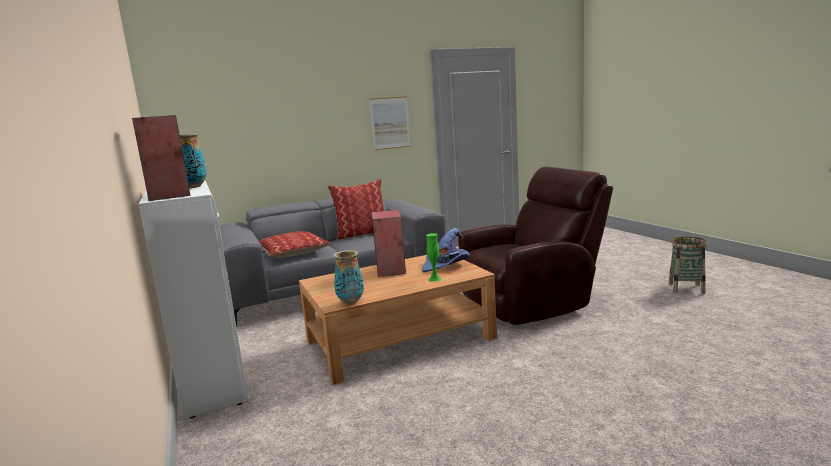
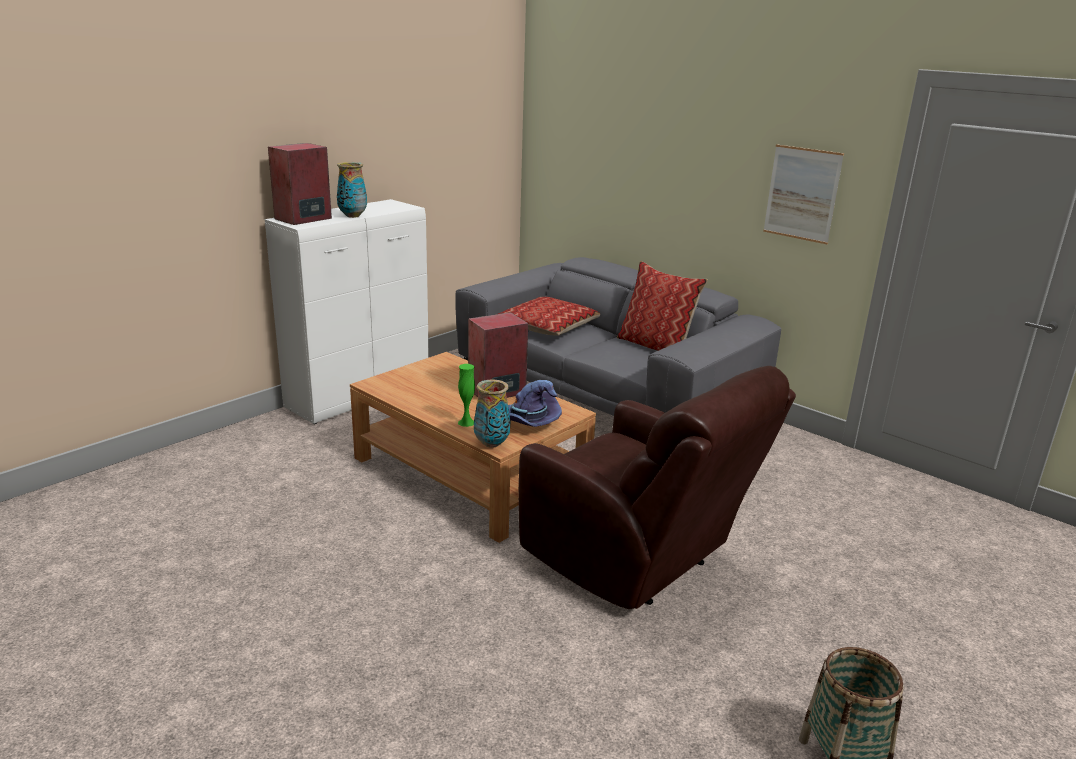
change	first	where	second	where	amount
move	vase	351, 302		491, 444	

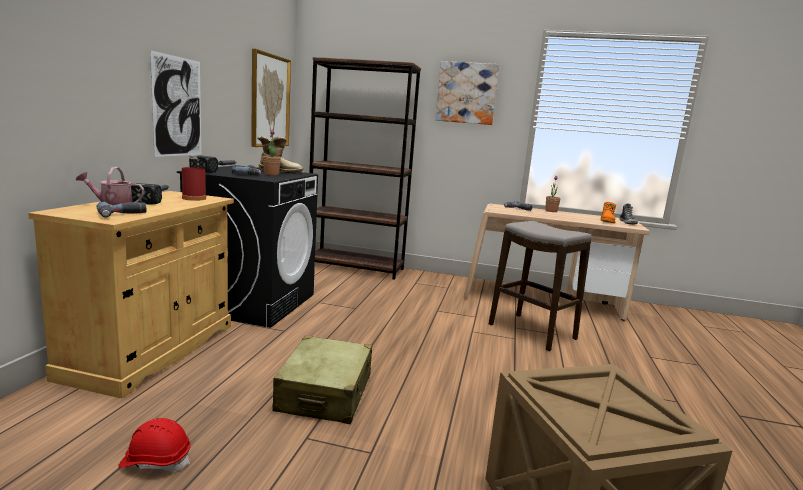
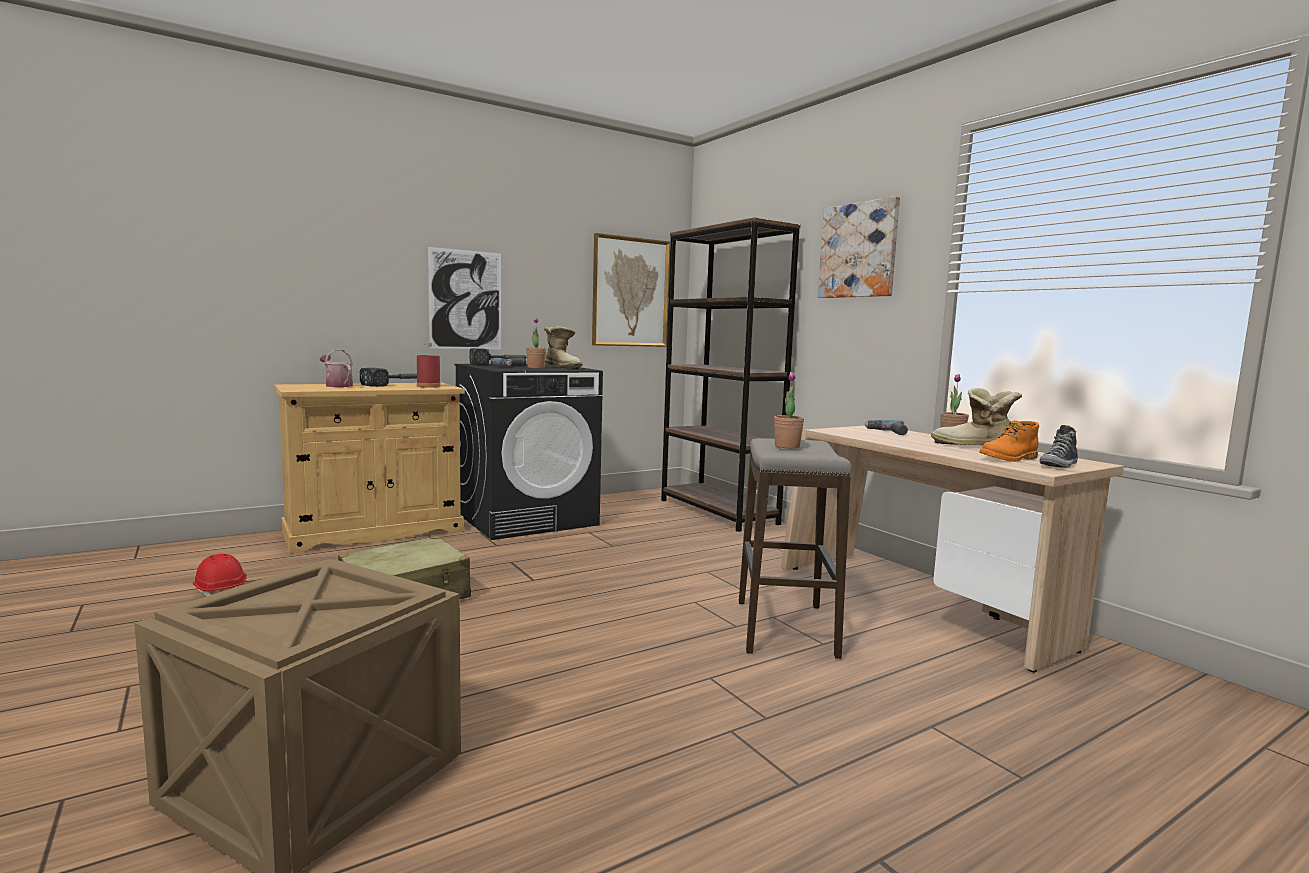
change	first	where	second	where	amount
delete	power drill	122, 215			
insert			potted plant	787, 446	
insert			boot	973, 446	

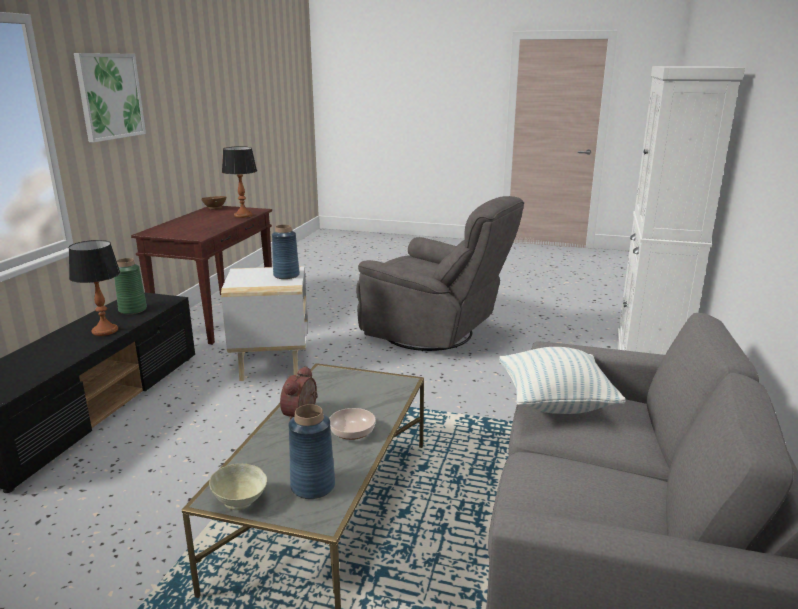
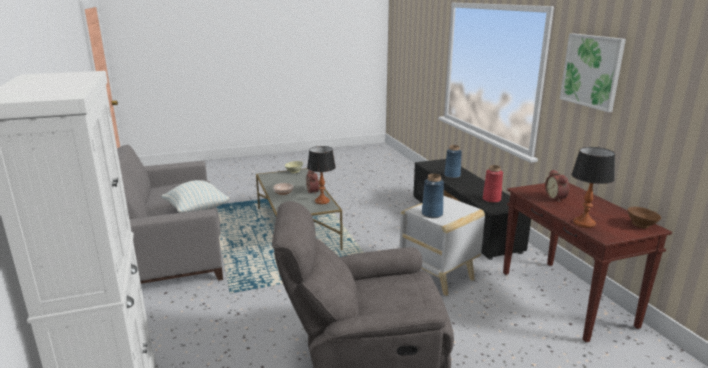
change	first	where	second	where	amount
insert			alarm clock	556, 198	
move	table lamp	104, 331		322, 201	
move	vase in blue	313, 486		452, 176	
recolor	vase in green	133, 310	vase in red	491, 199	

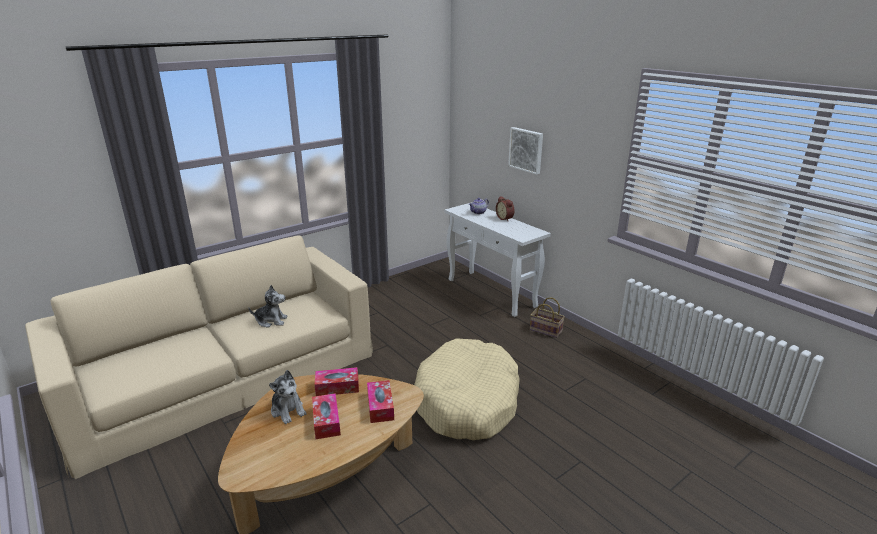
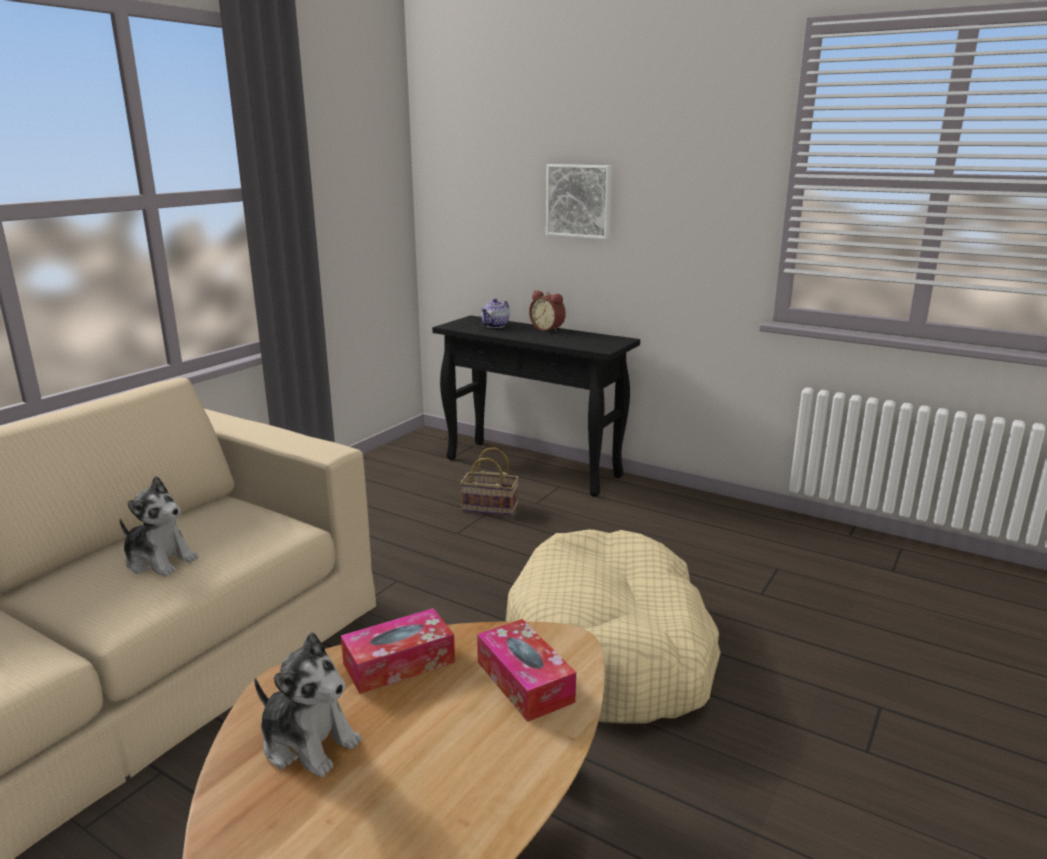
change	first	where	second	where	amount
delete	tissue box	326, 421			
move	basket	545, 330		488, 508	
recolor	console table in white	492, 293	console table in black	534, 467	
rotate	plush toy	271, 321		160, 560	45 degrees clockwise

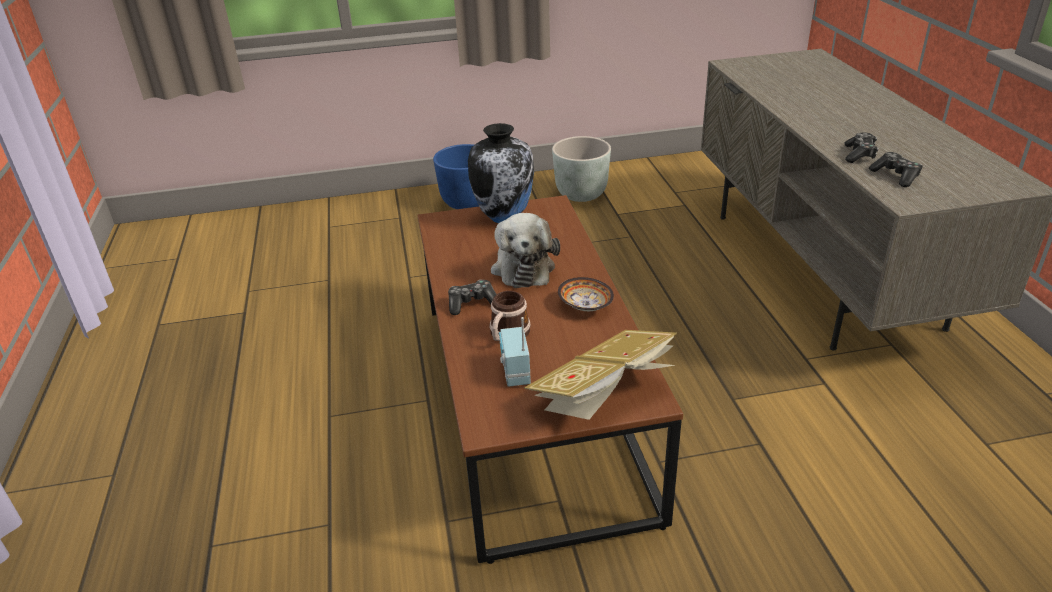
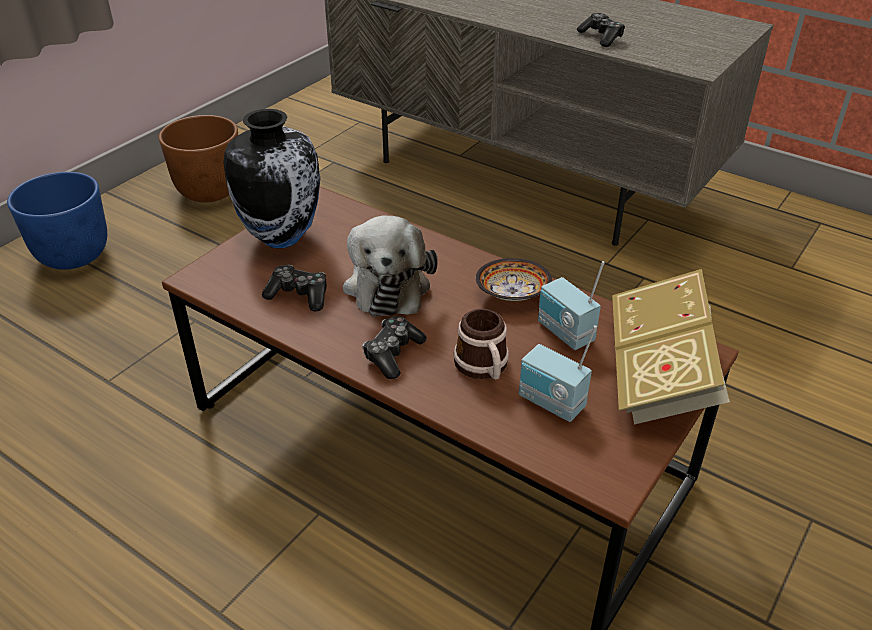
change	first	where	second	where	amount
insert			radio	564, 333	
move	game controller	896, 176		299, 295	
recolor	planter in grey	582, 195	planter in brown	211, 192	
rotate	plush toy	523, 267		387, 284	45 degrees clockwise

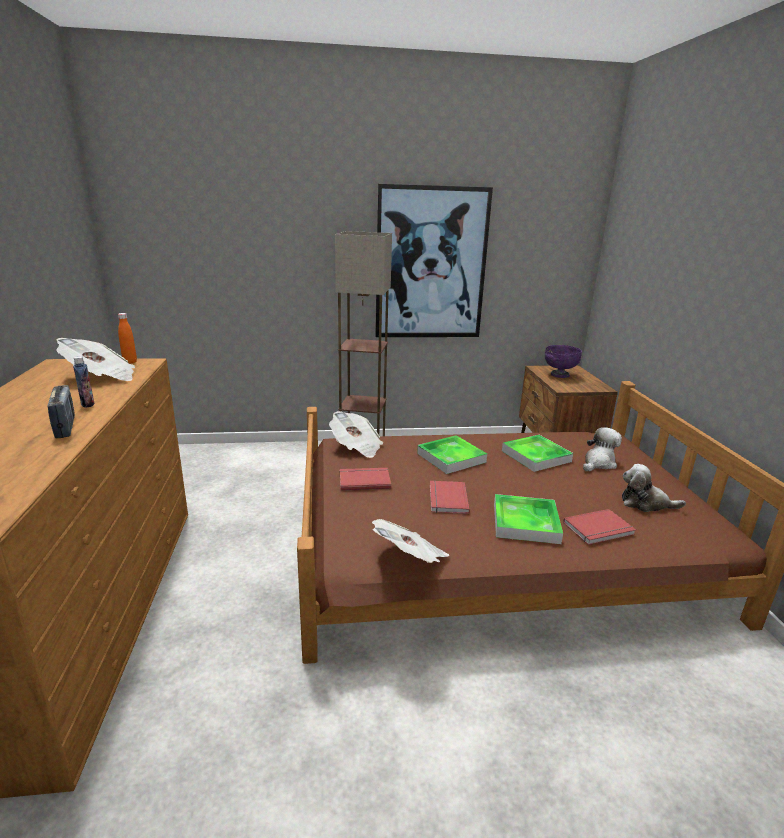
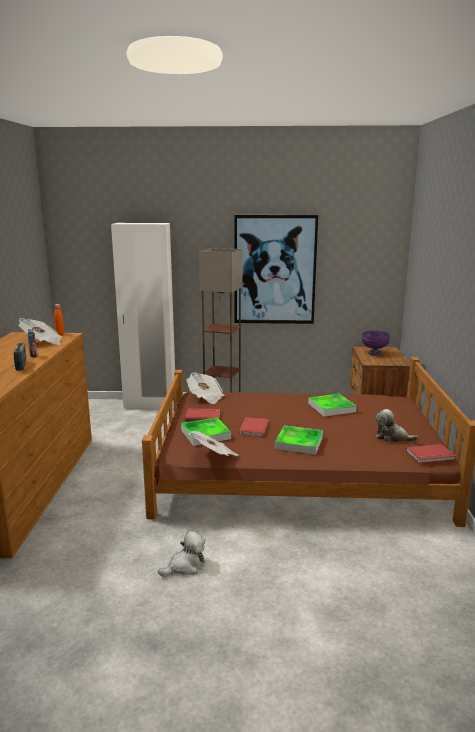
change	first	where	second	where	amount
insert			wardrobe in white	150, 405	
move	tray	451, 458		205, 434	
move	book in red	600, 529		431, 455	
move	plush toy	598, 463		185, 566	

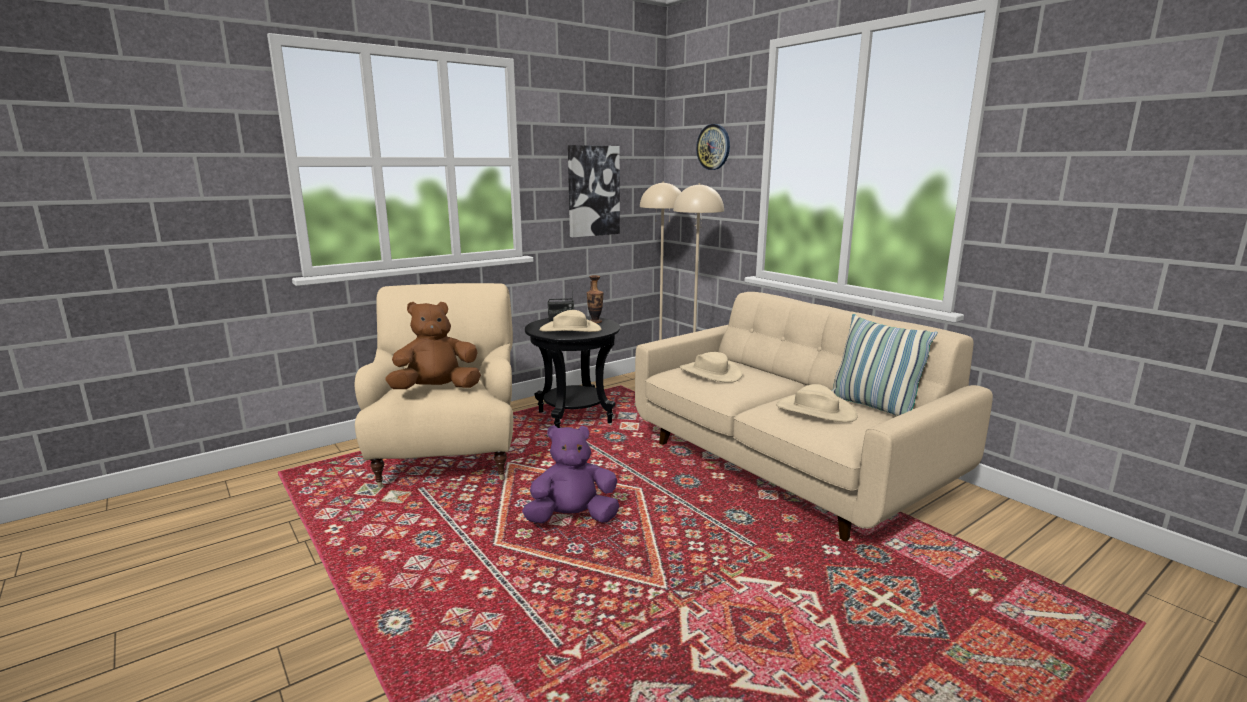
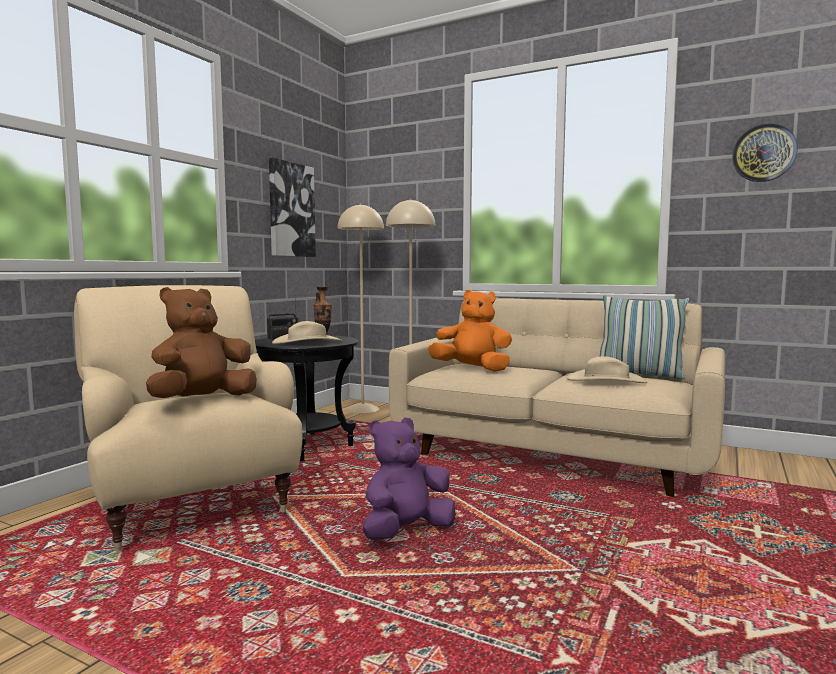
change	first	where	second	where	amount
move	wall clock	713, 147		764, 153	
replace	hat in beige	710, 373	plush toy in orange	472, 369	

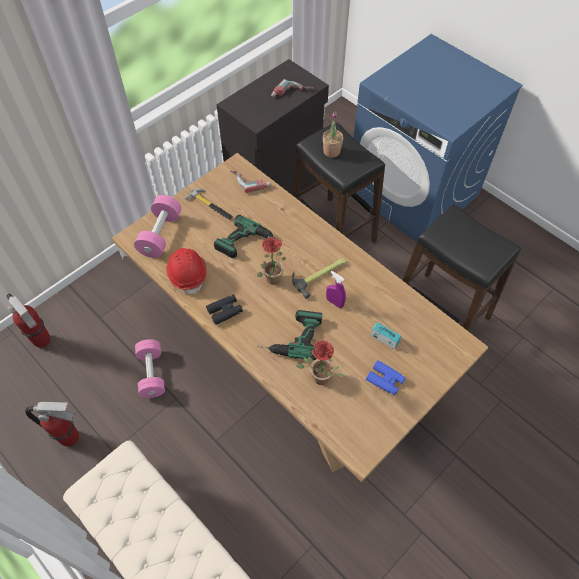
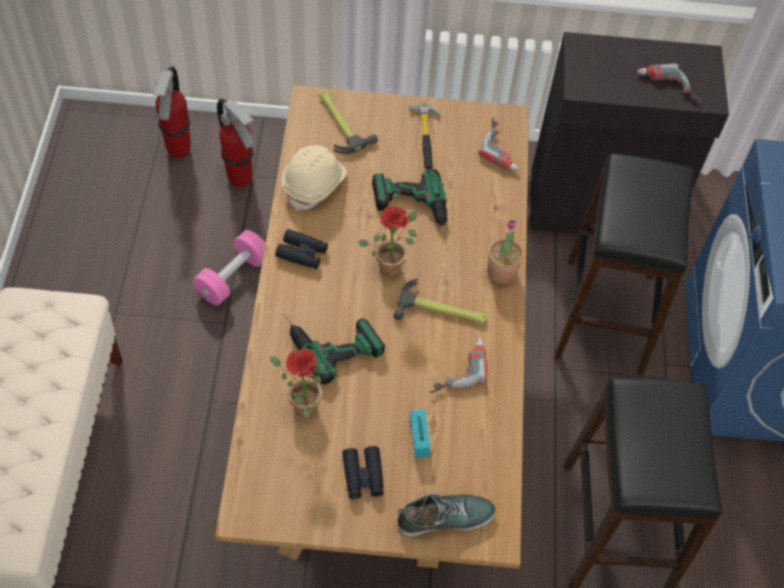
change	first	where	second	where	amount
delete	spray bottle in purple	334, 302			
insert			shoe	445, 517	
insert			power drill	456, 368	
move	fire extinguisher	71, 438		240, 179	
move	potted plant	331, 151		501, 272	
replace	dumbbell in pink	160, 234	hammer	340, 122	
recolor	hard hat in red	187, 274	hard hat in beige	315, 184	
recolor	binoculars in blue	385, 380	binoculars in black	363, 475	

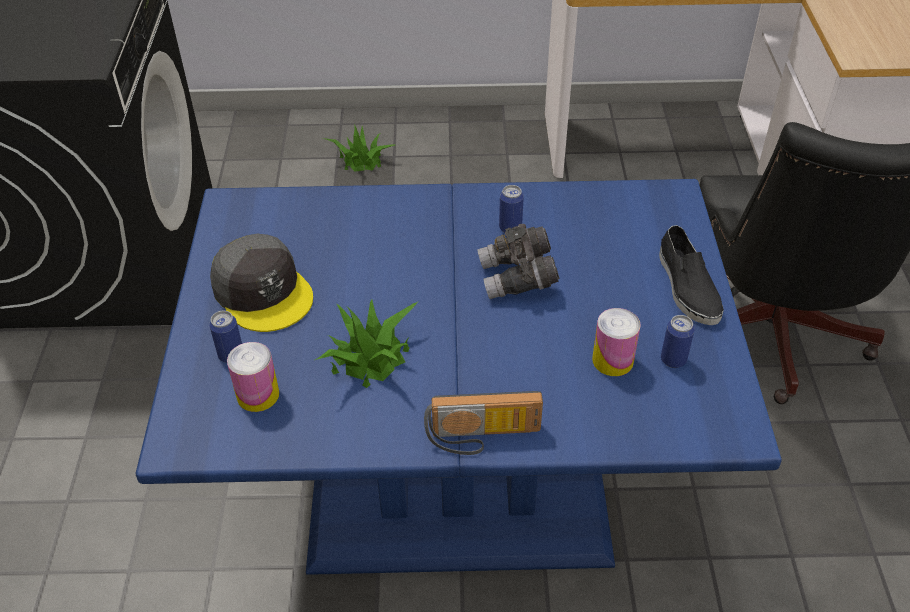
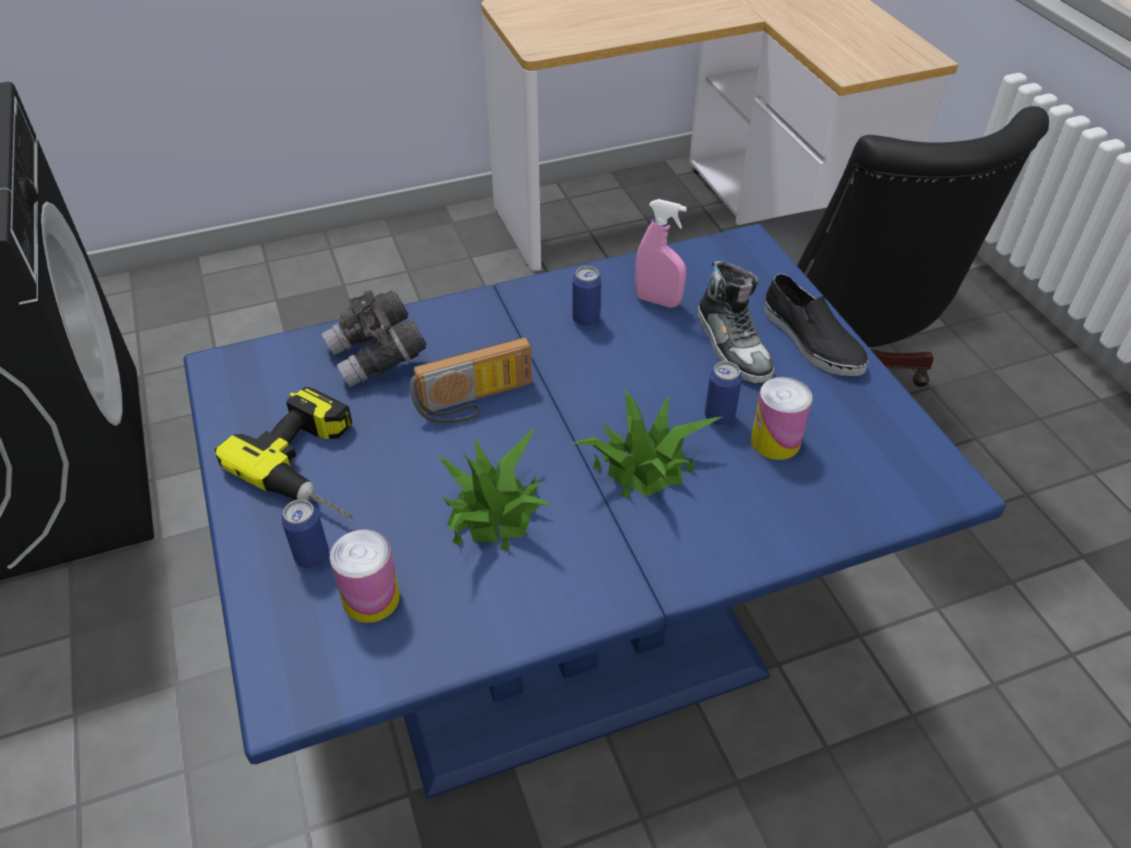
change	first	where	second	where	amount
insert			spray bottle in pink	658, 301	
insert			shoe	733, 345	
move	potted plant	361, 160		642, 463	
move	radio	483, 437		475, 402	
move	binoculars in grey	517, 278		378, 357	
move	can	673, 360		719, 416	
replace	cap in grey	263, 291	power drill	319, 465	

